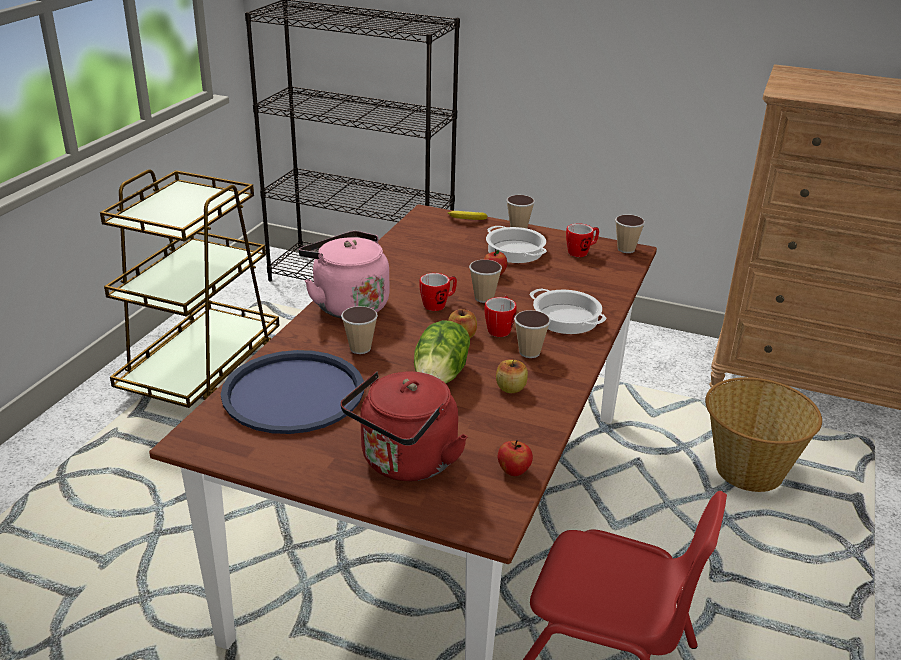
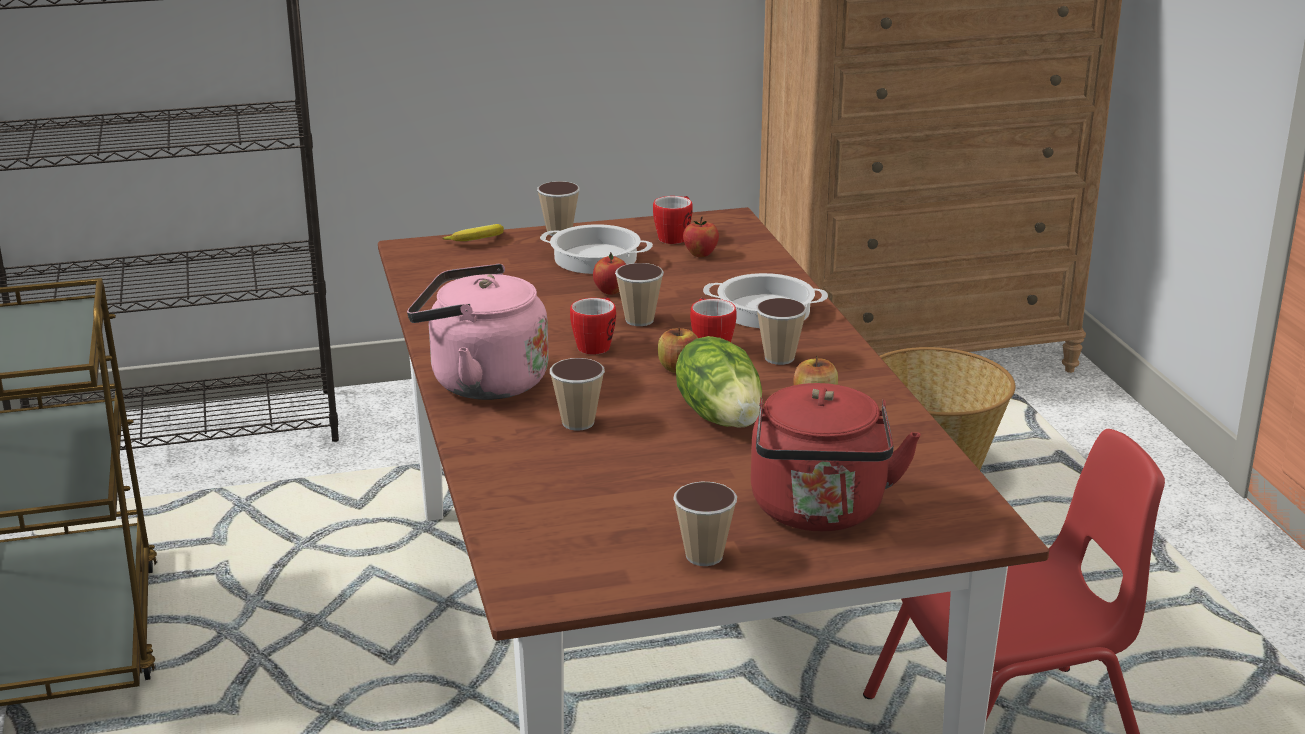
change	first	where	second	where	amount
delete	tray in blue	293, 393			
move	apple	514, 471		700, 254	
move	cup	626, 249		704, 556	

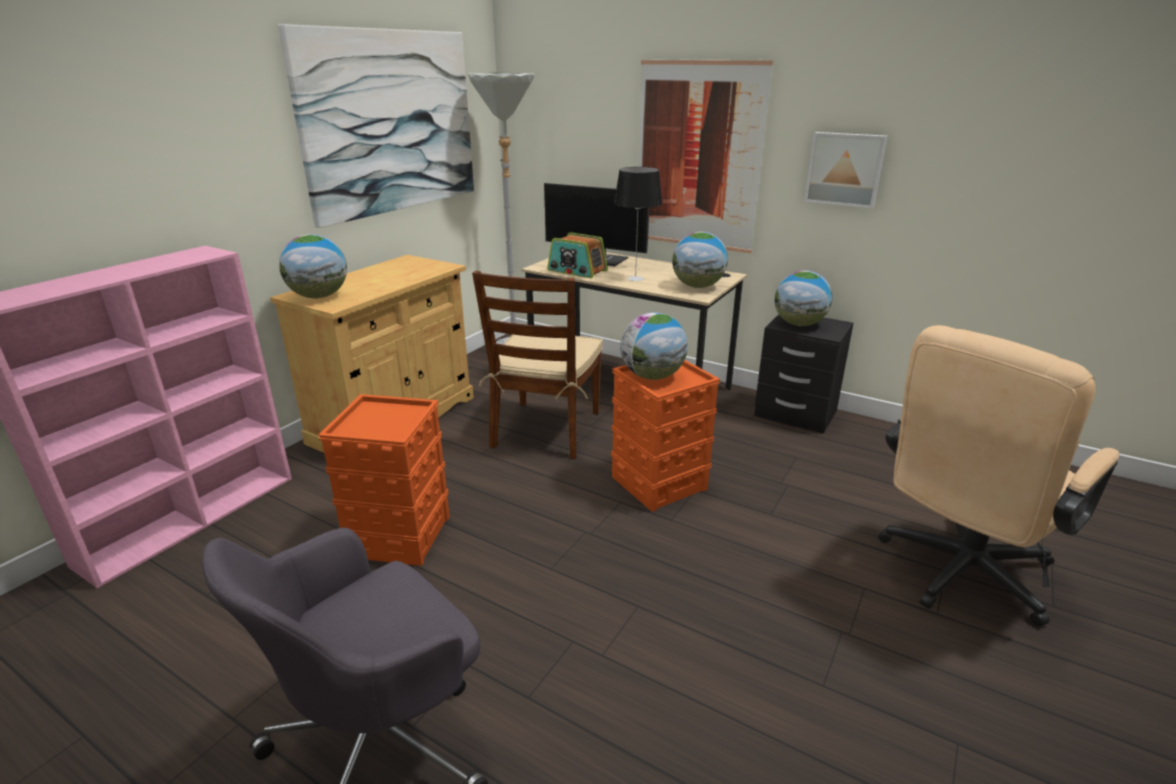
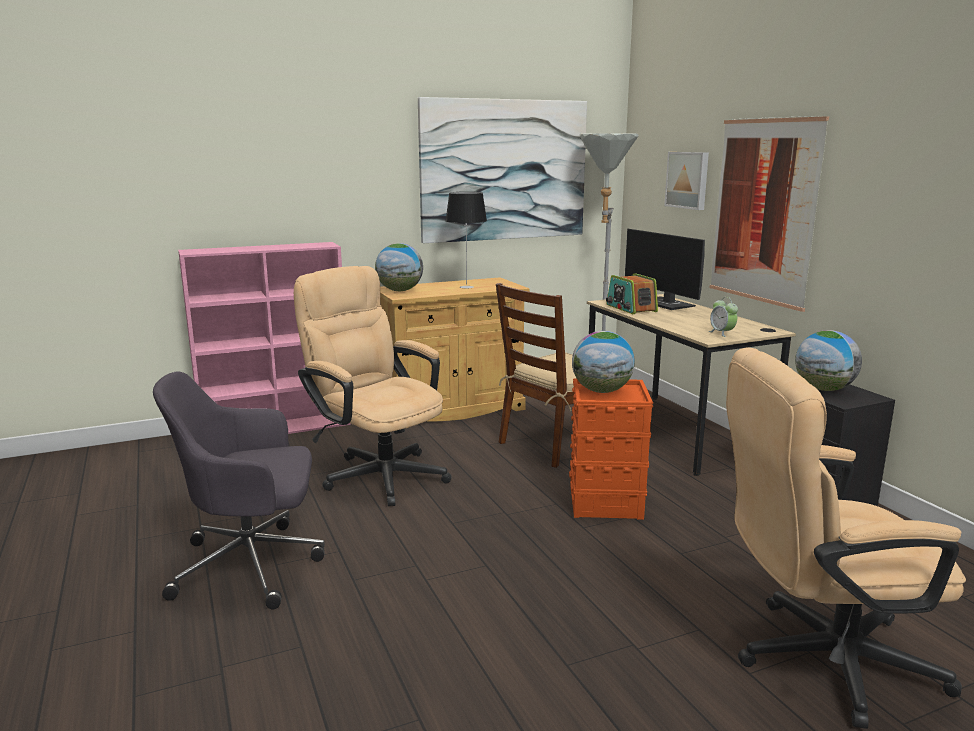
change	first	where	second	where	amount
move	table lamp	636, 278		466, 287	
move	picture	845, 169		688, 180	
replace	storage box in orange	399, 535	office chair in beige	378, 473	
replace	globe	697, 286	alarm clock	722, 333	

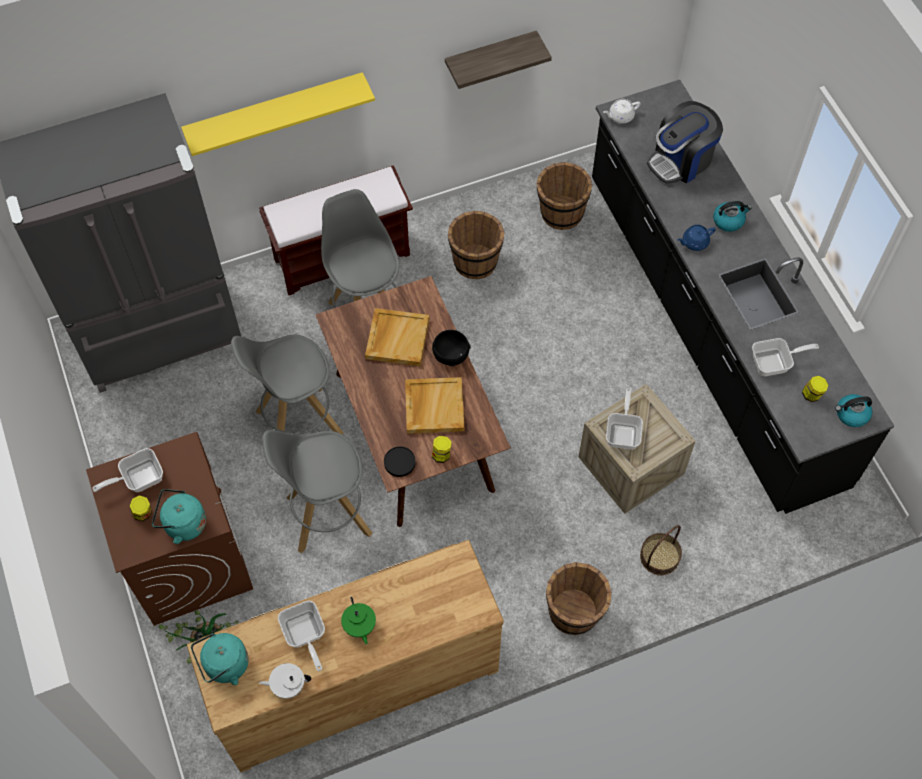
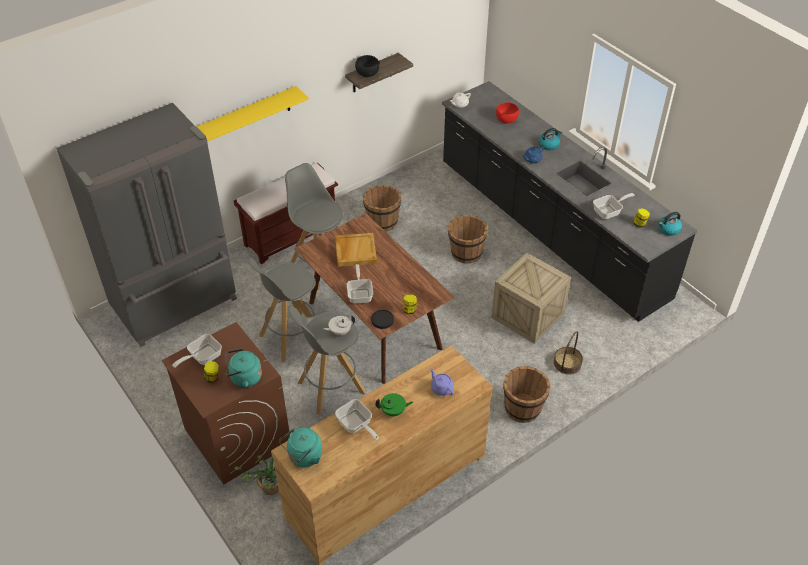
change	first	where	second	where	amount
delete	tray in beige	434, 406			
insert			teapot in purple	441, 388	
move	teapot in white	288, 685		339, 331	
move	bowl in black	450, 355		367, 74	
move	bucket in brown	561, 213		466, 253	
move	frying pan	623, 432		360, 293	
replace	coffee machine	681, 160	bowl in red	506, 120	
rotate	teapot in green	359, 626		393, 411	60 degrees counterclockwise

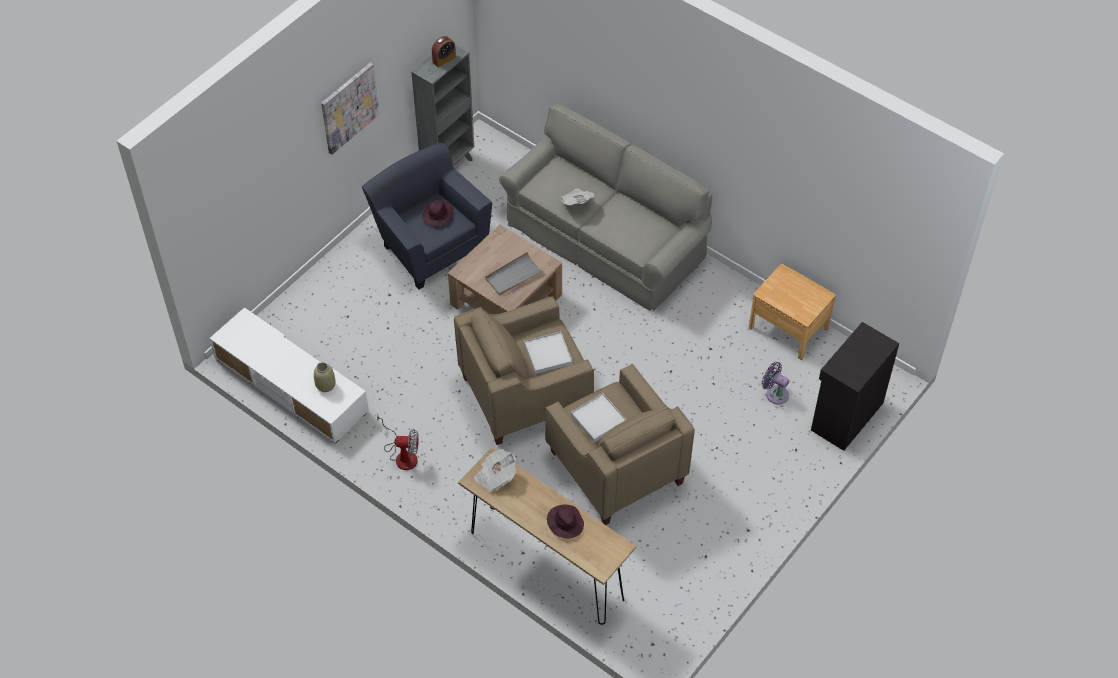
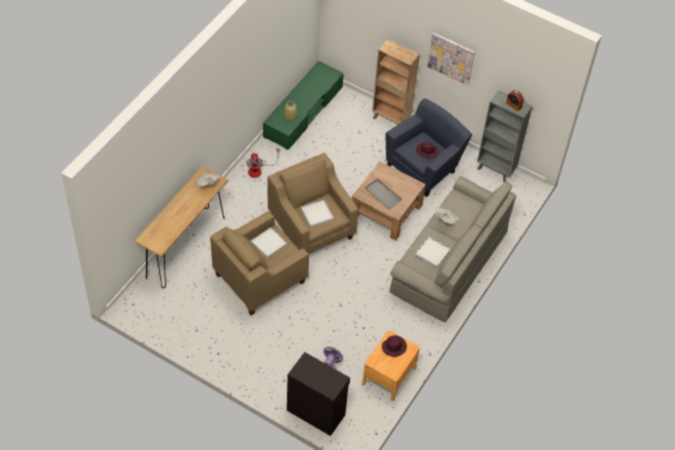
change	first	where	second	where	amount
insert			bookcase in brown	391, 119	
insert			tray in white	432, 253	
move	hat in purple	565, 522		394, 347	
recolor	tv stand in white	291, 385	tv stand in green	303, 112	

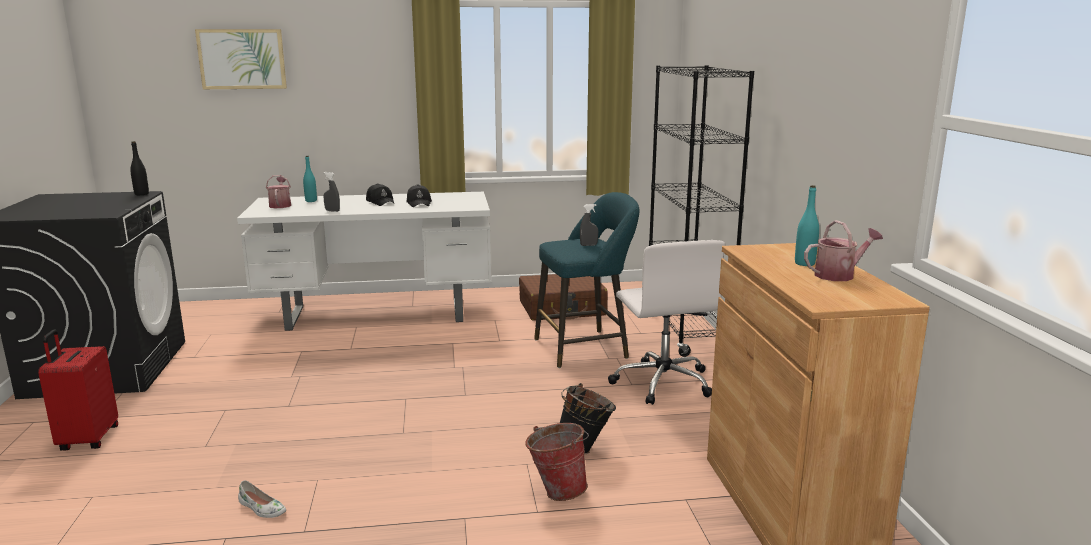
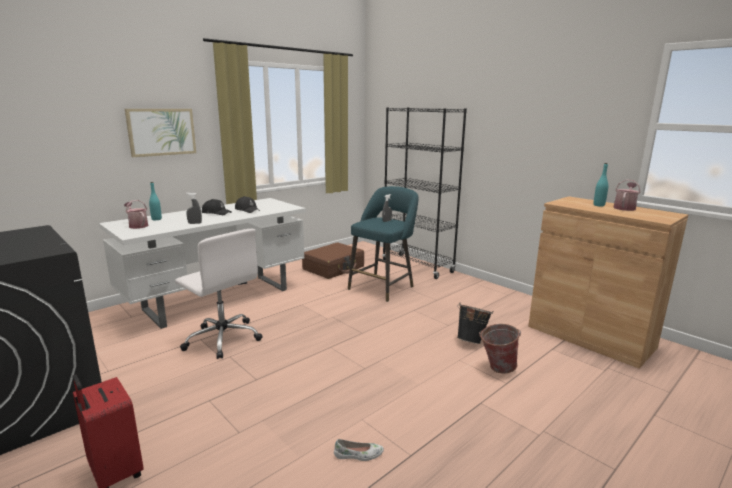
change	first	where	second	where	amount
delete	bottle in black	141, 194			
move	picture	242, 59		161, 132	
move	office chair in white	662, 382		222, 338	

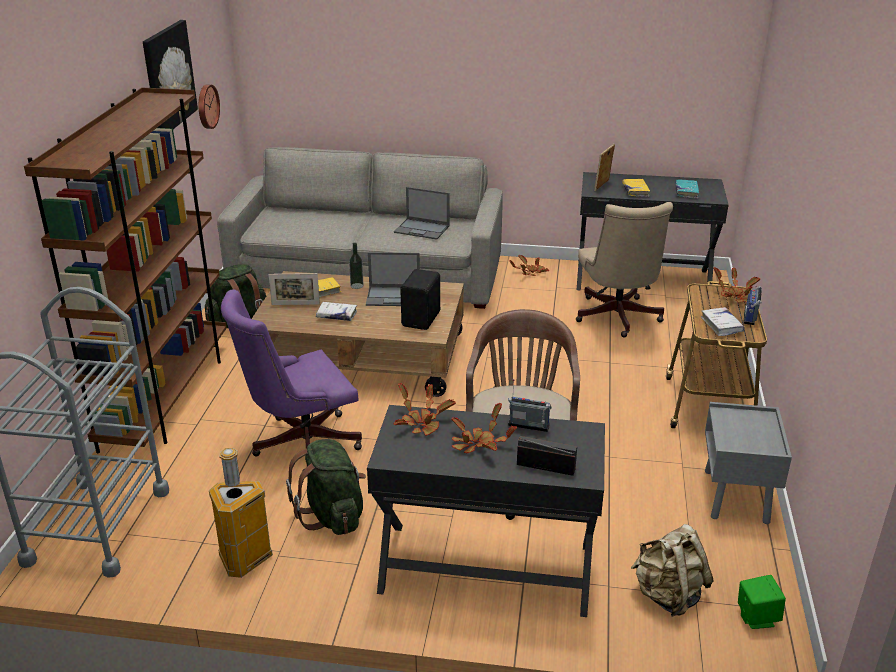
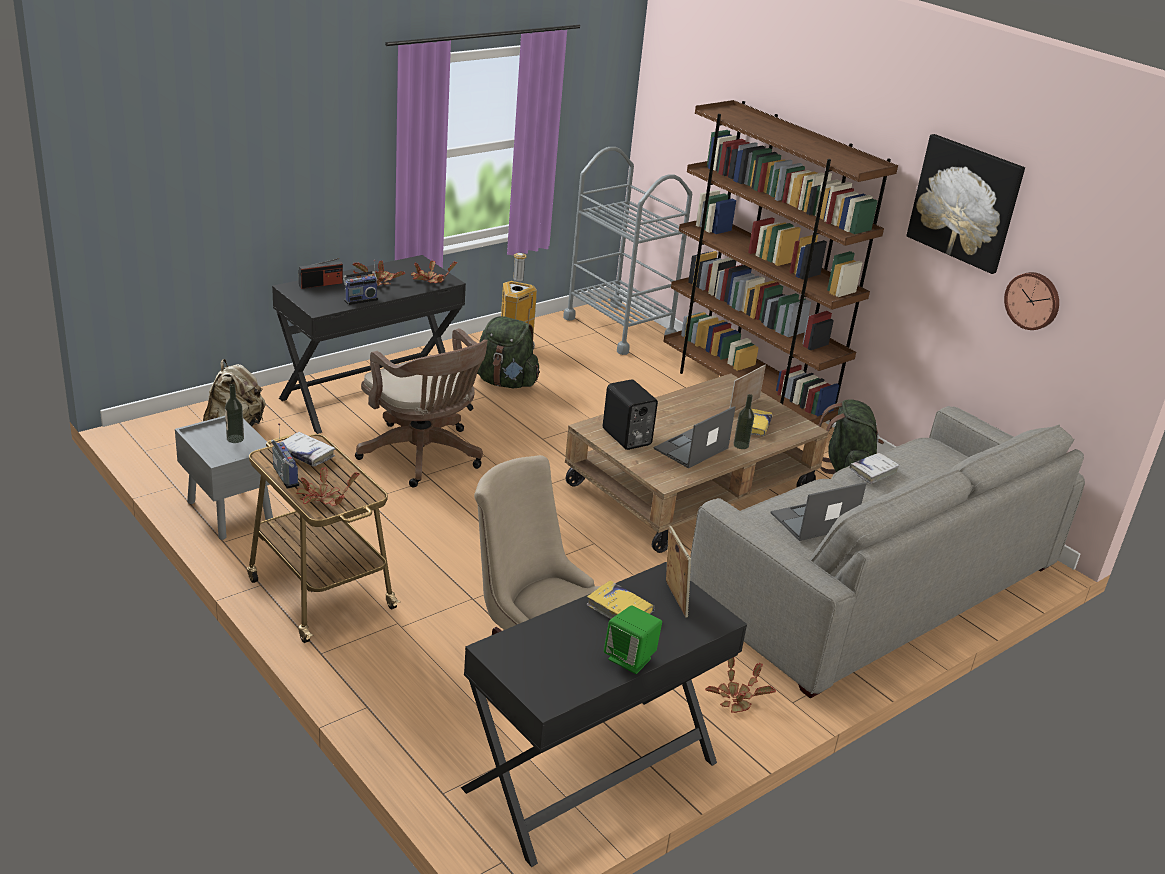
change	first	where	second	where	amount
delete	office chair in purple	299, 444			
delete	book in turquoise	686, 192			
insert			bottle	235, 439	
move	book in white	336, 315		873, 472	
move	speaker in green	756, 617		630, 659	

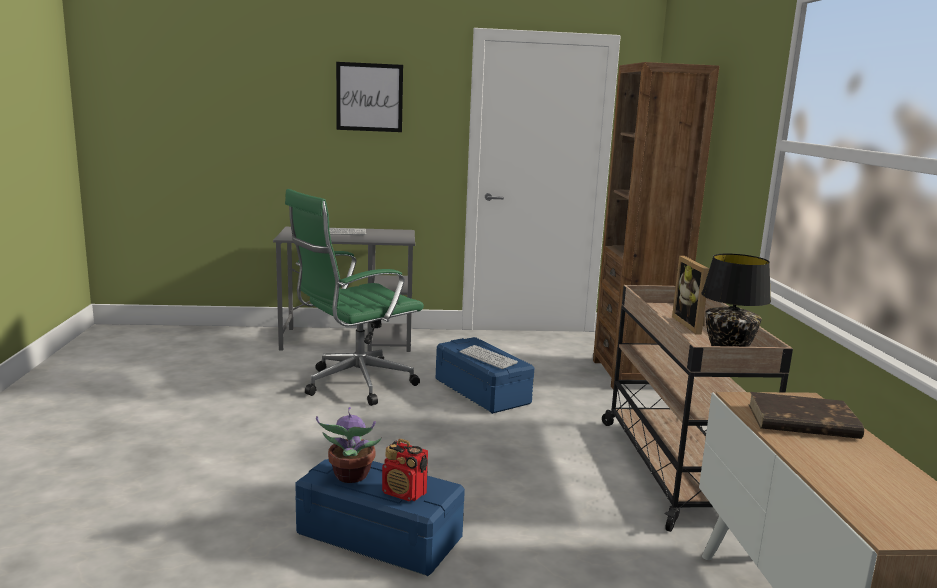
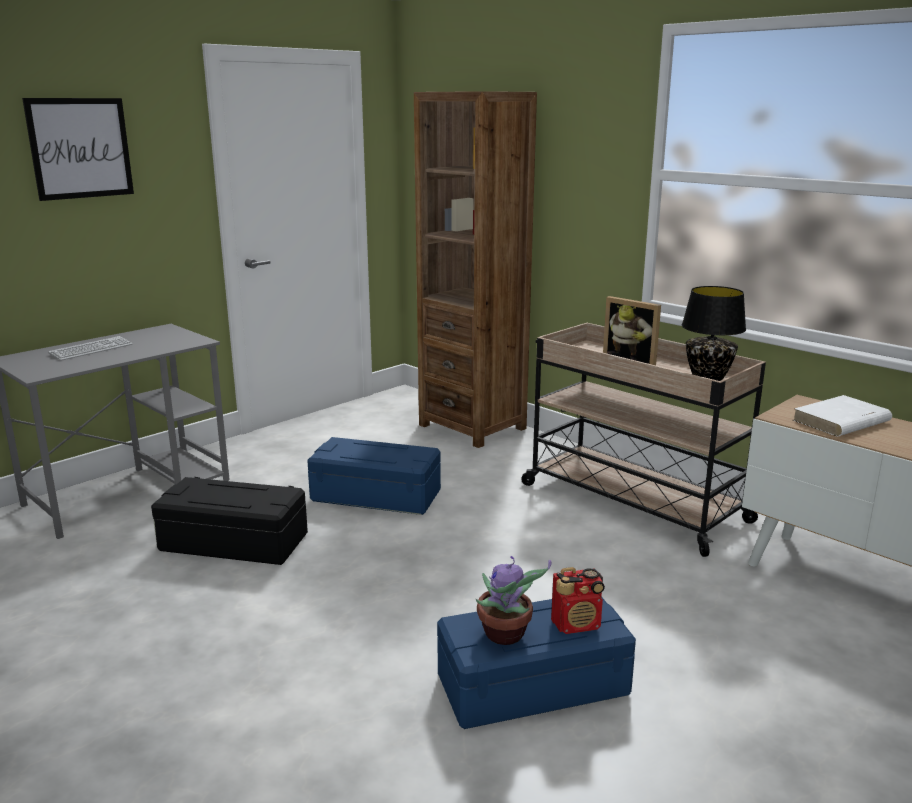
change	first	where	second	where	amount
delete	keyboard	487, 358			
replace	office chair in green	354, 384	storage box in black	232, 543	
recolor	book in brown	801, 422	book in white	840, 421	

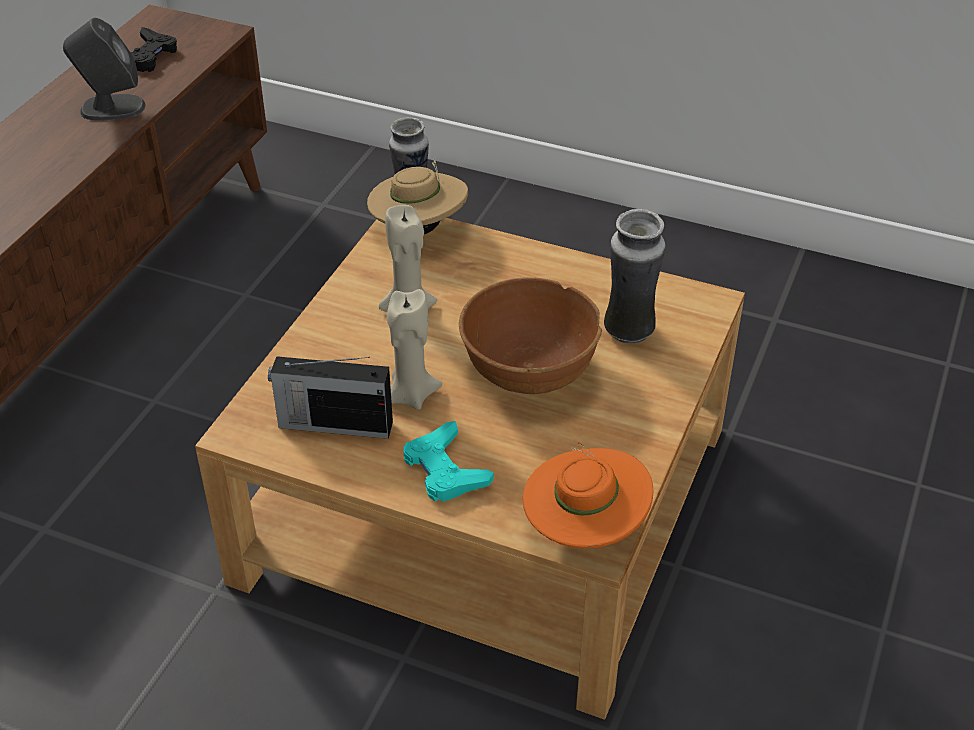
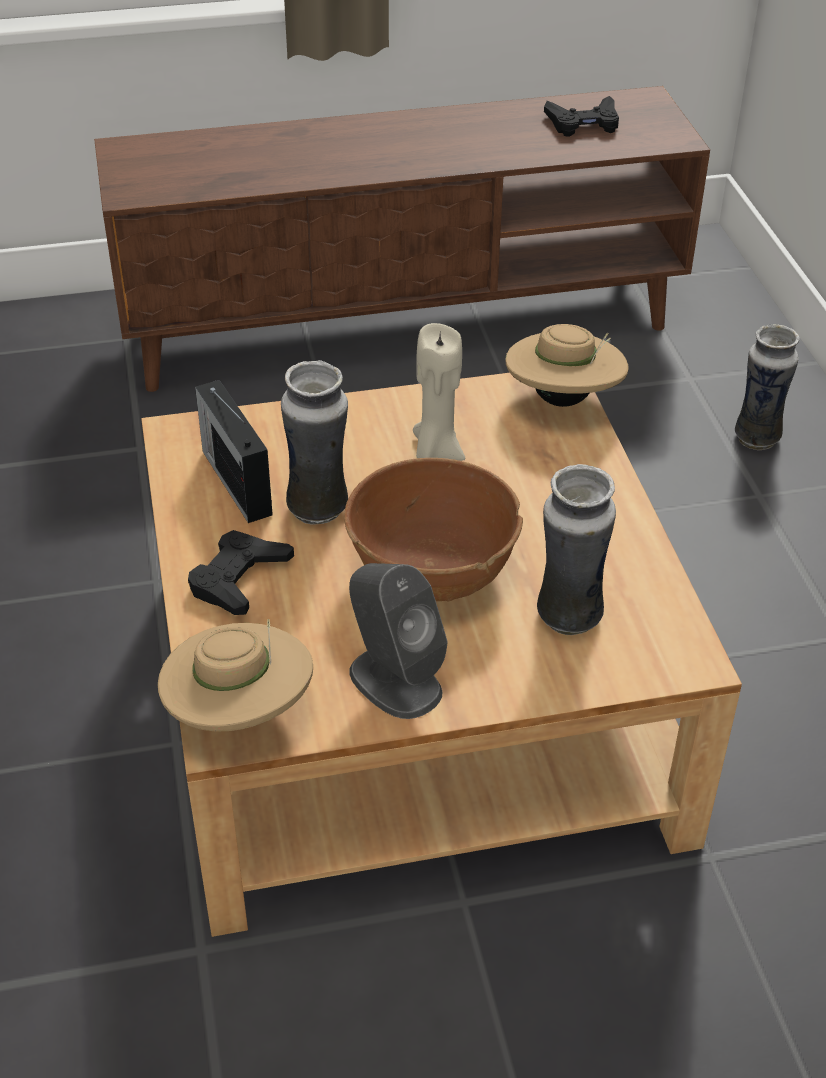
change	first	where	second	where	amount
move	speaker in grey	111, 108		394, 681	
replace	candle in beige	410, 395	vase	319, 509	
recolor	game controller in turquoise	445, 470	game controller in black	239, 579	
recolor	hat in orange	584, 528	hat in beige	240, 713	

